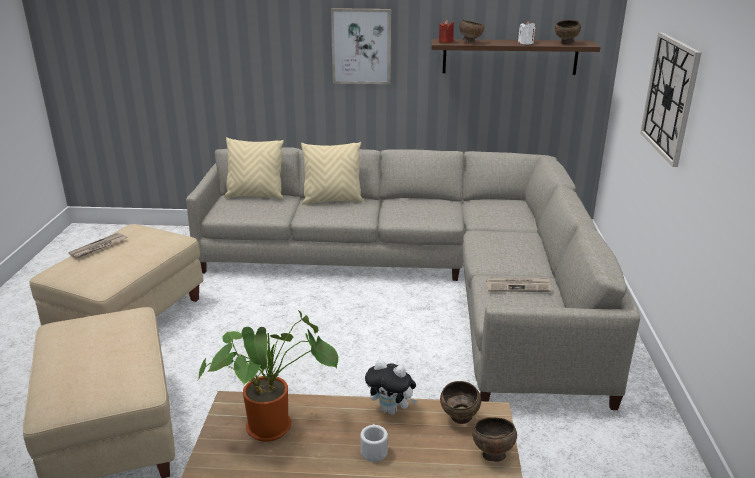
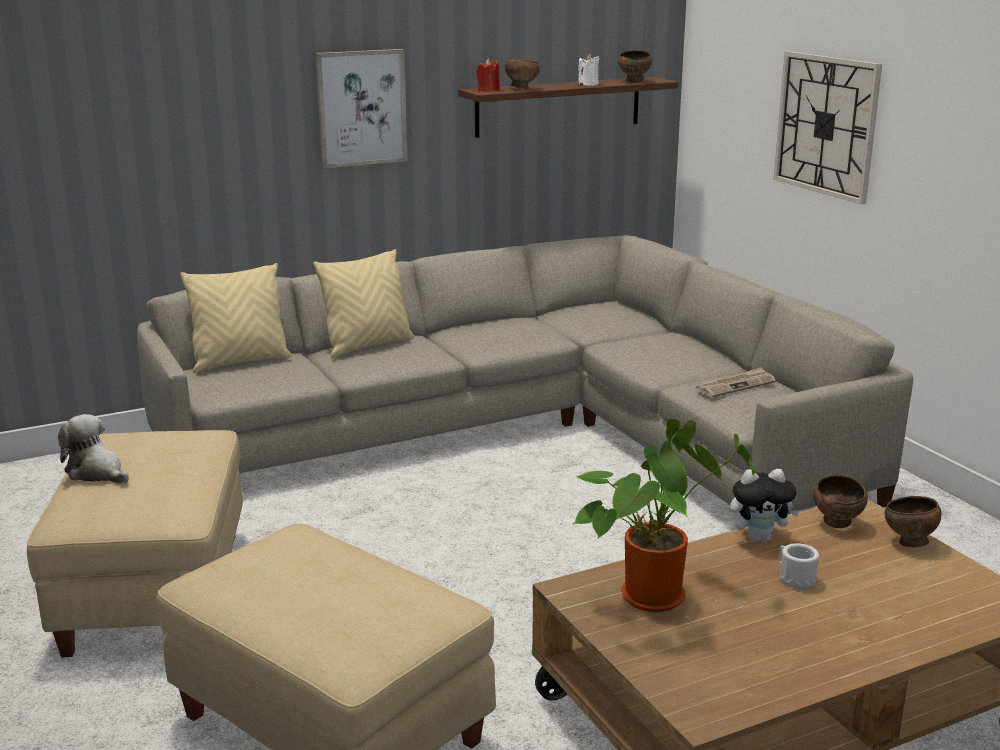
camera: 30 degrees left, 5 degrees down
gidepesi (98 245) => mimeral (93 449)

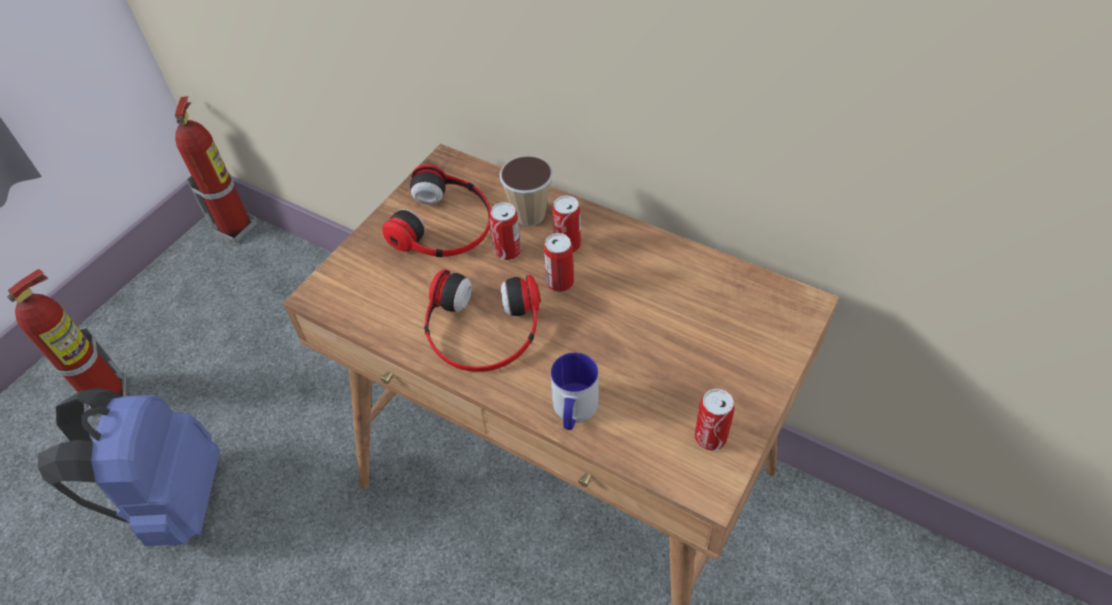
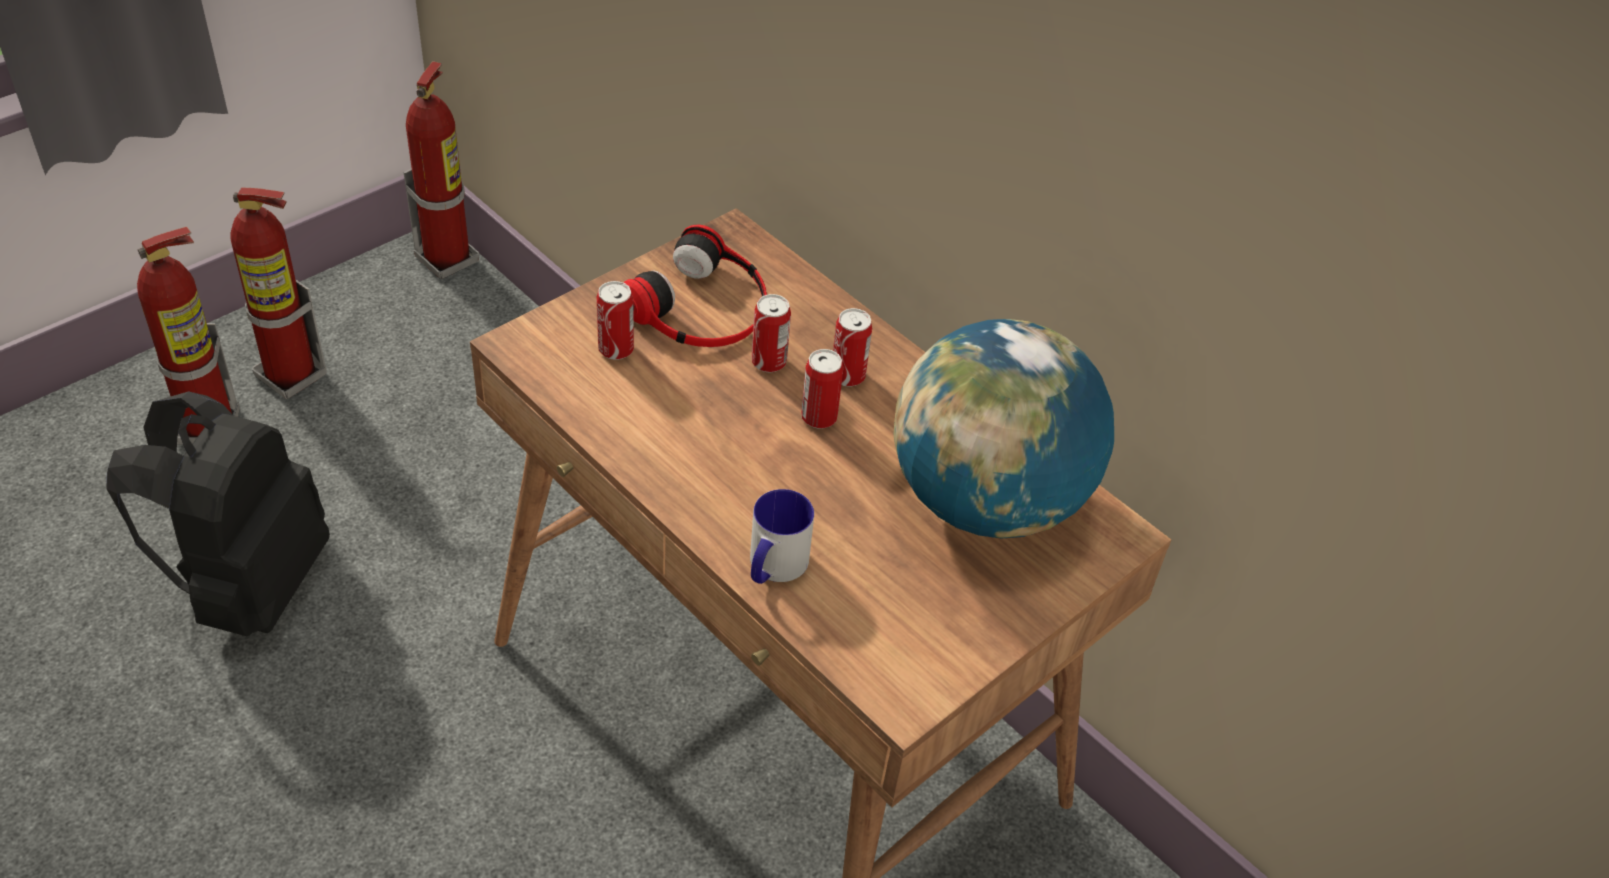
camera: 10 degrees right, 5 degrees down
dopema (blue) (129 467) => dopema (black) (218 513)
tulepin (482 320) => nothing
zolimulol (526 191) => nothing
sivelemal (714 420) => sivelemal (615 320), relocated
nothing => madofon (279 293)
nothing => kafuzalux (1003 428)

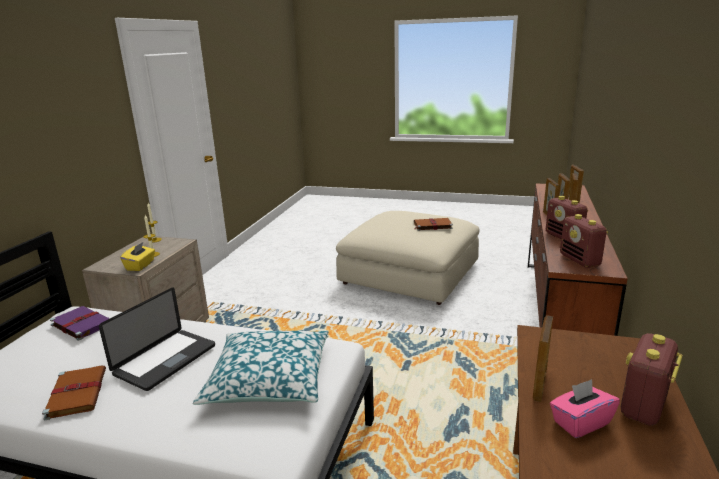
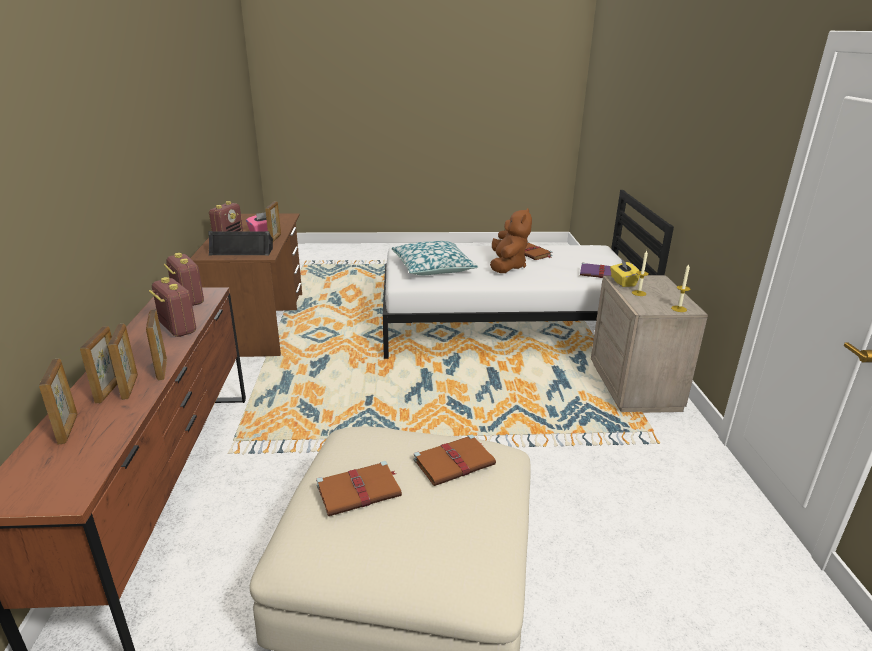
camera: 160 degrees right, 5 degrees up
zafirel (157 339) => mimeral (brown) (511 240)
nothing => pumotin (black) (240 243)
nothing => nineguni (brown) (455 460)

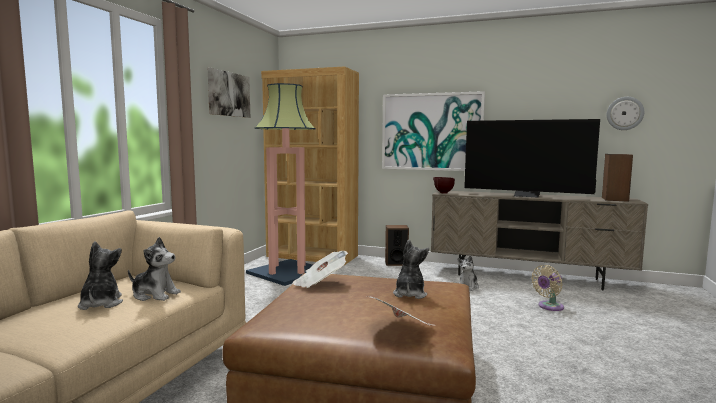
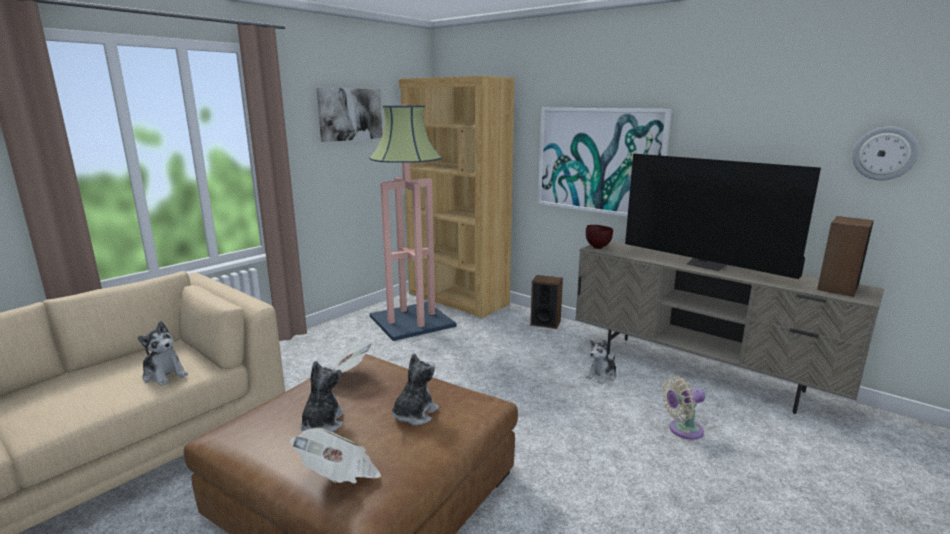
camera: 20 degrees right, 10 degrees up
mimeral (100 275) => mimeral (322 396), relocated

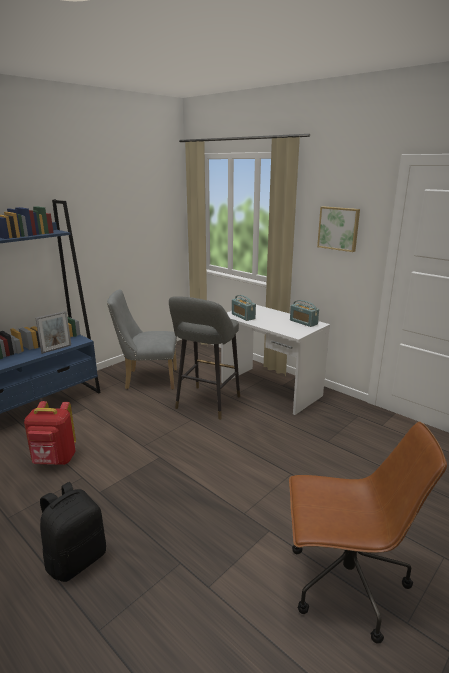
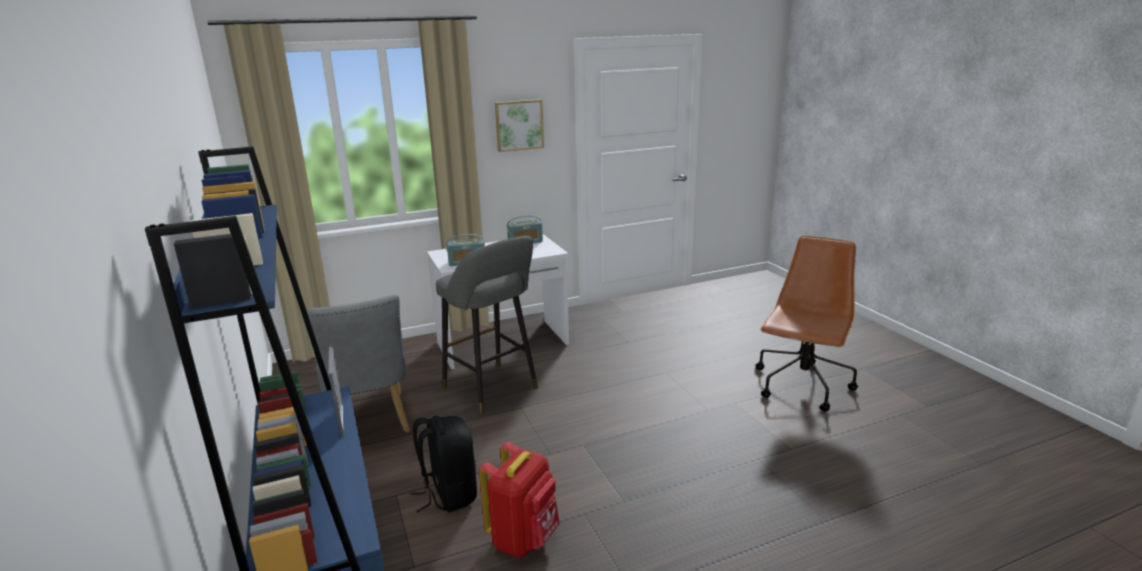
camera: 65 degrees left, 0 degrees up
dopema (black) (73 532) => dopema (black) (443 464), relocated
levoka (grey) (142 339) => levoka (grey) (358 363), 45 degrees counterclockwise

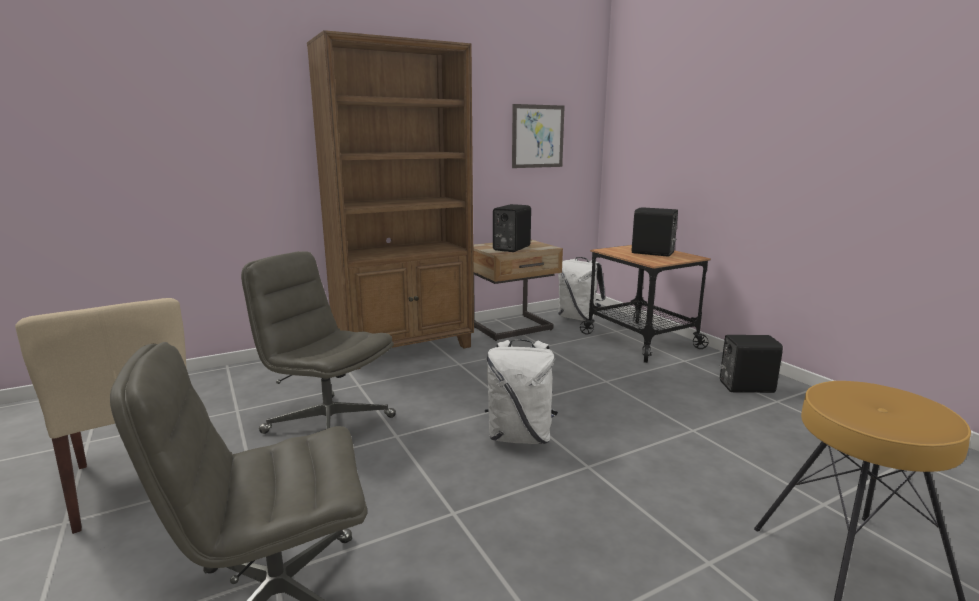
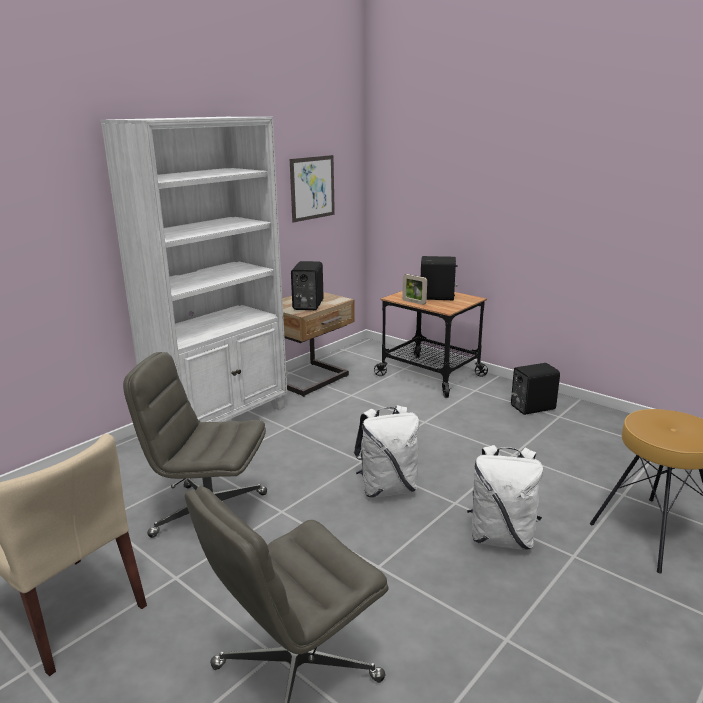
camera: 20 degrees left, 5 degrees up
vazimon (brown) (390 200) => vazimon (white) (193 269)
dopema (white) (582 289) => dopema (white) (505 497), relocated
nothing => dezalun (414 289)

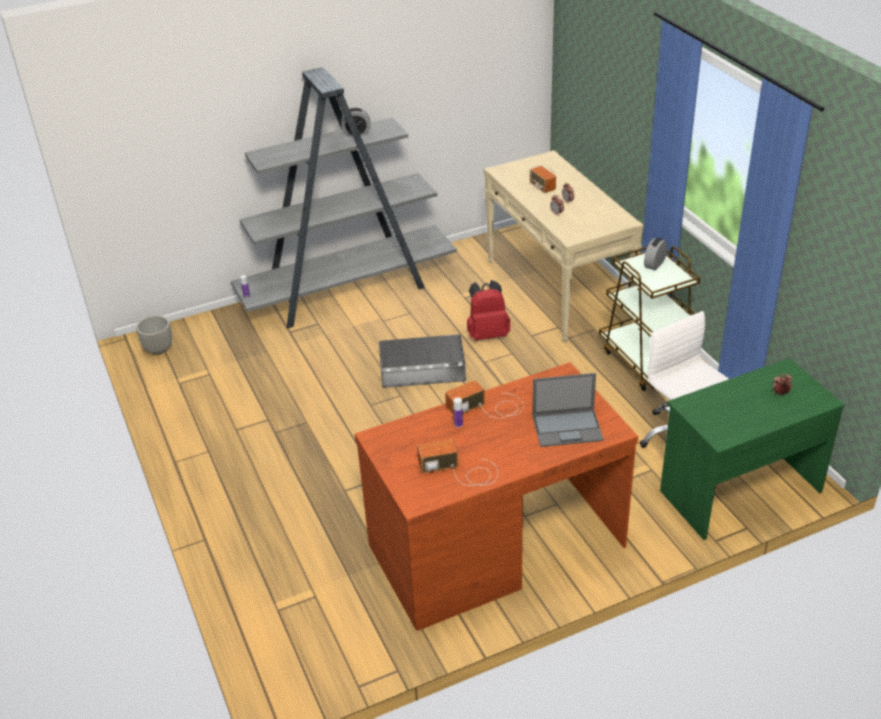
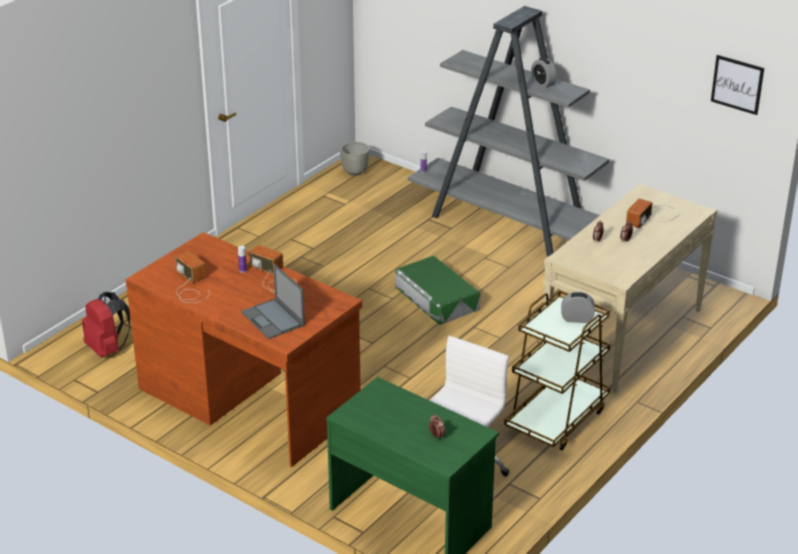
camera: 60 degrees right, 5 degrees down
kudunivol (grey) (422 361) => kudunivol (green) (438 290)
dopema (red) (488 310) => dopema (red) (106 325), relocated
nothing => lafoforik (737 85)

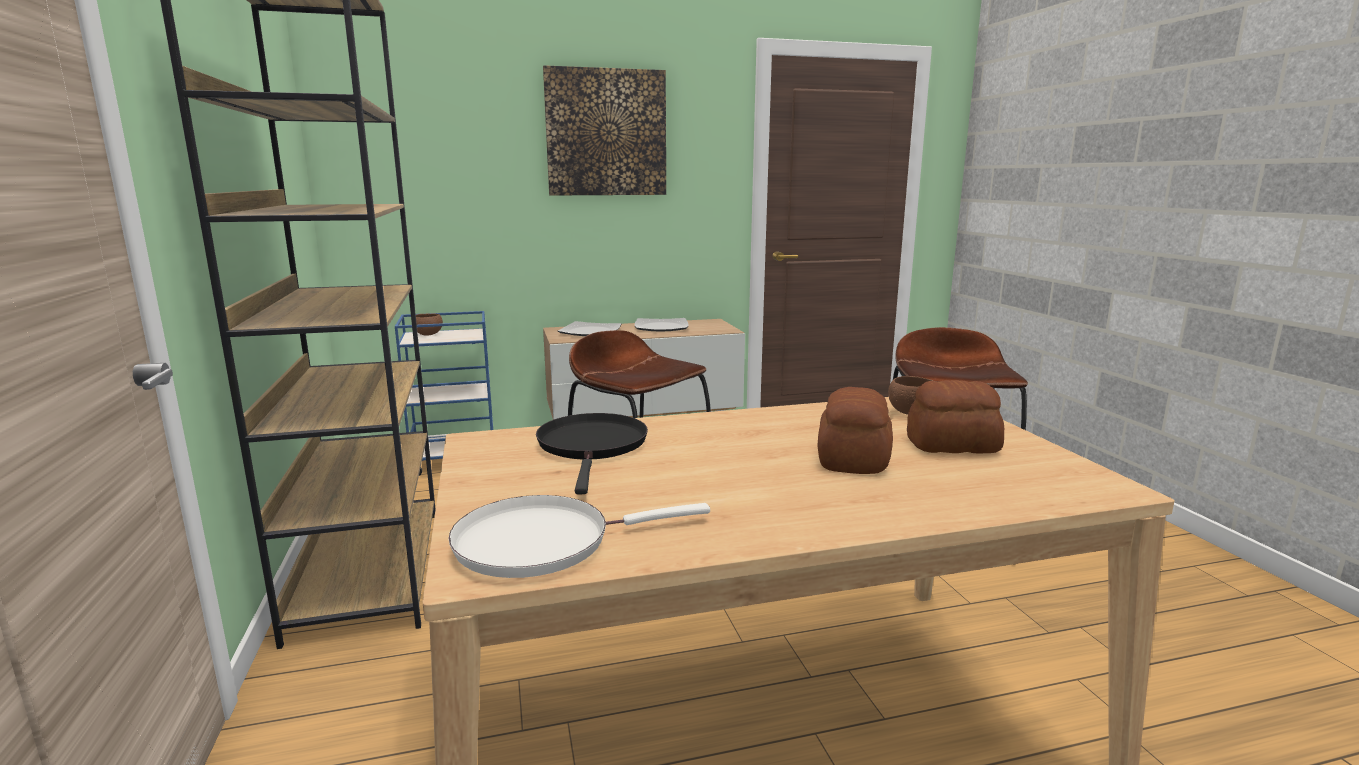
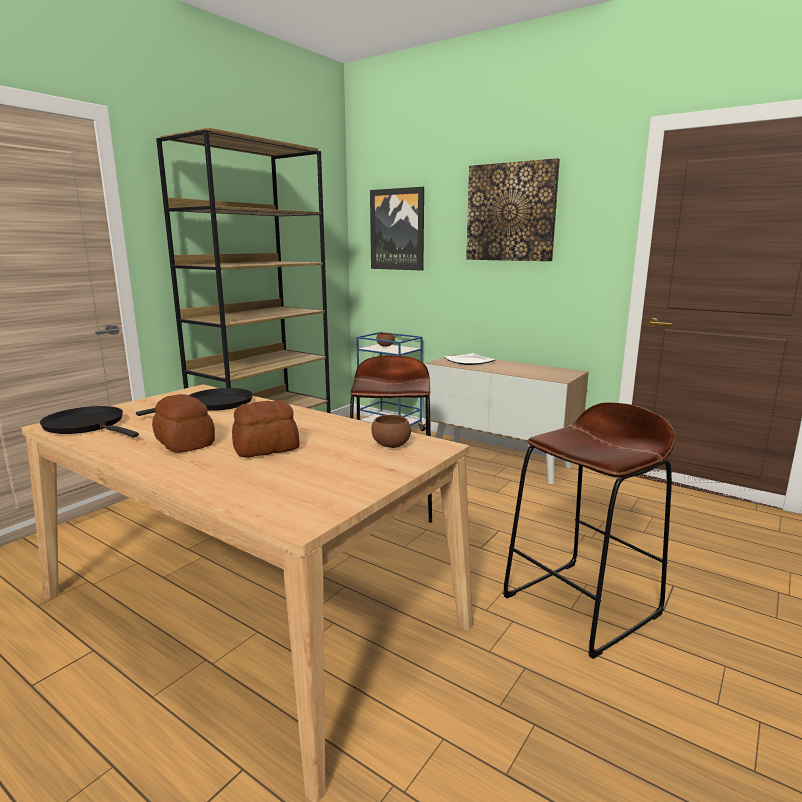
camera: 50 degrees right, 0 degrees up
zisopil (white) (579 536) => zisopil (black) (89 421)
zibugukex (662 325) => nothing
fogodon (955 417) => fogodon (183 423), relocated
nothing => lafoforik (397 229)

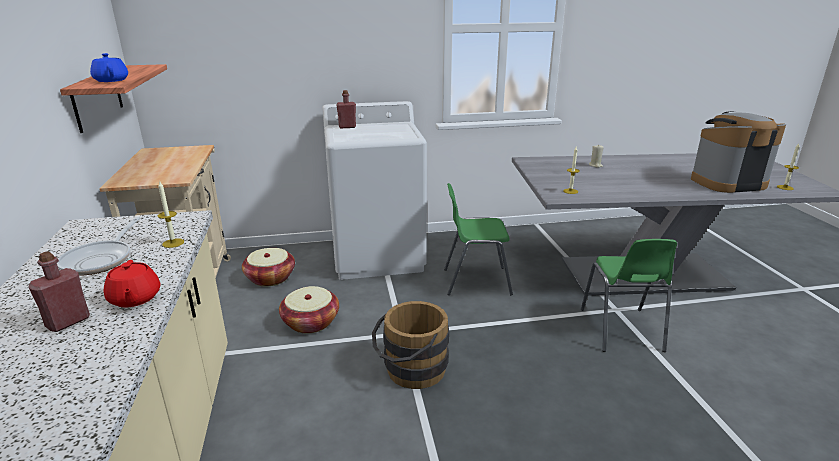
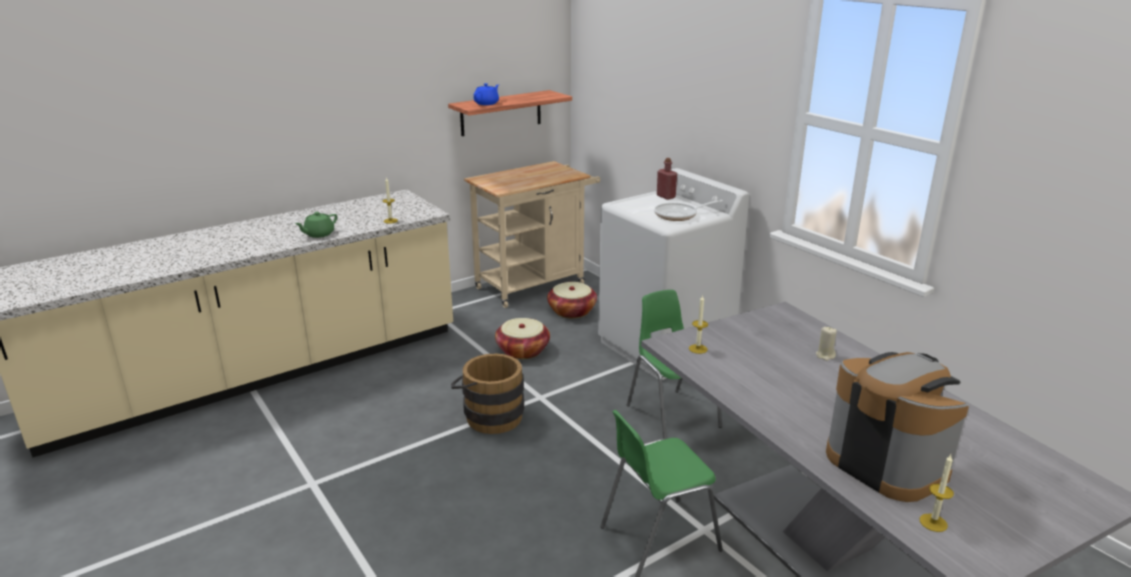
camera: 65 degrees right, 0 degrees up
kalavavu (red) (59 291) => nothing
zisopil (98 246) => zisopil (688 210), relocated
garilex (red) (132 283) => garilex (green) (316 225)

